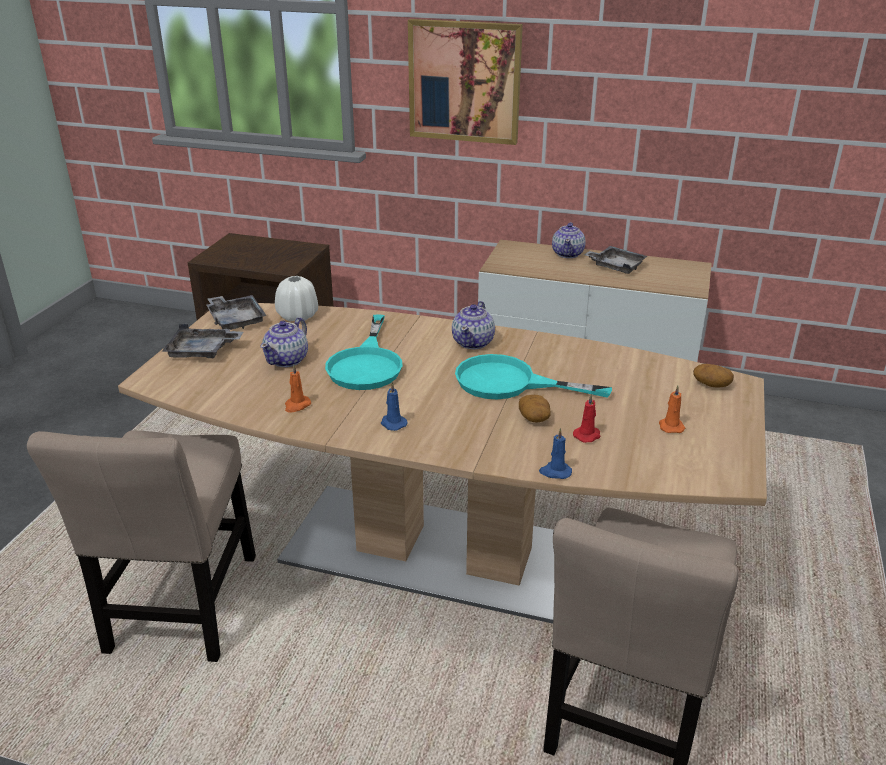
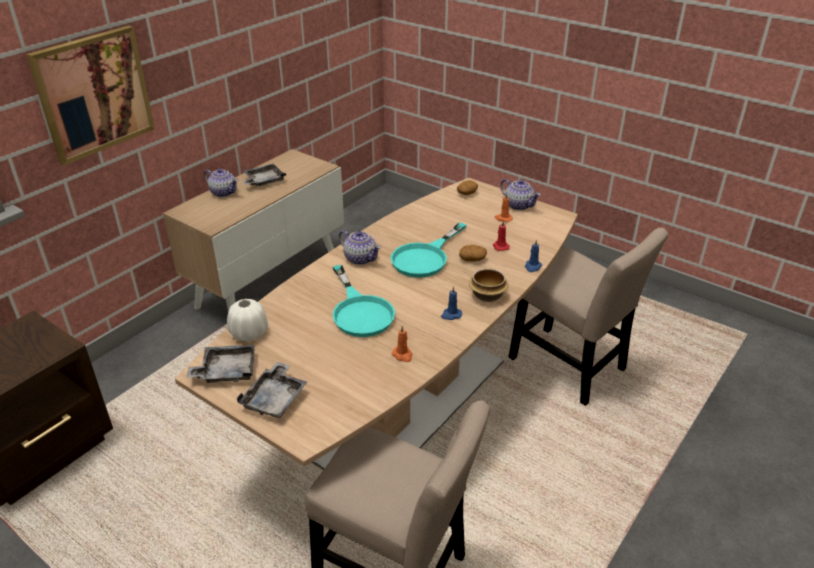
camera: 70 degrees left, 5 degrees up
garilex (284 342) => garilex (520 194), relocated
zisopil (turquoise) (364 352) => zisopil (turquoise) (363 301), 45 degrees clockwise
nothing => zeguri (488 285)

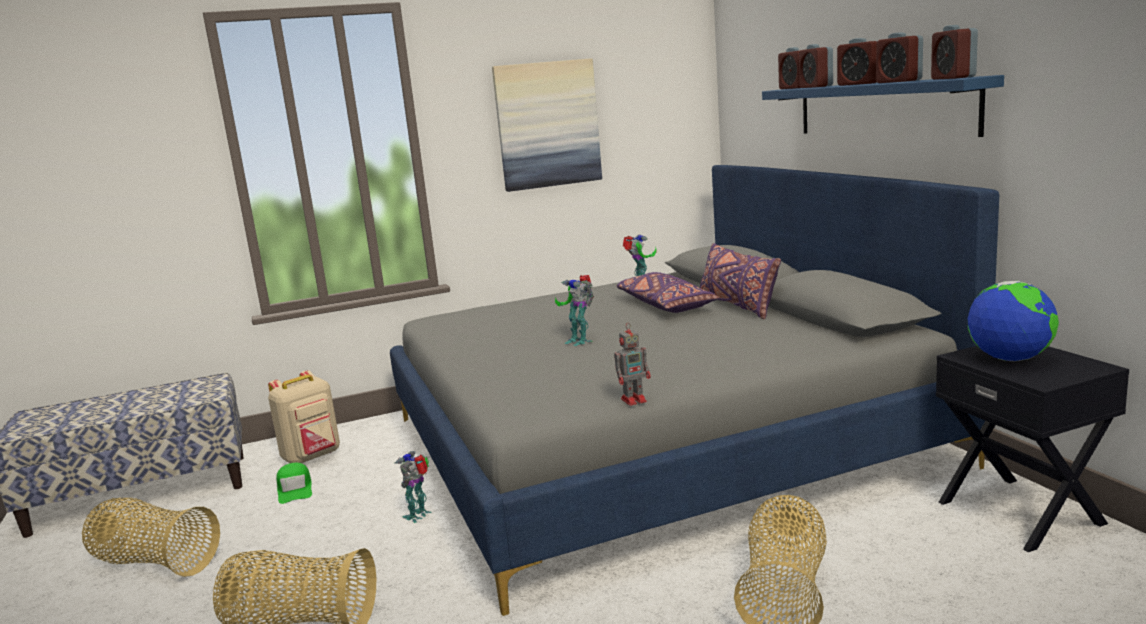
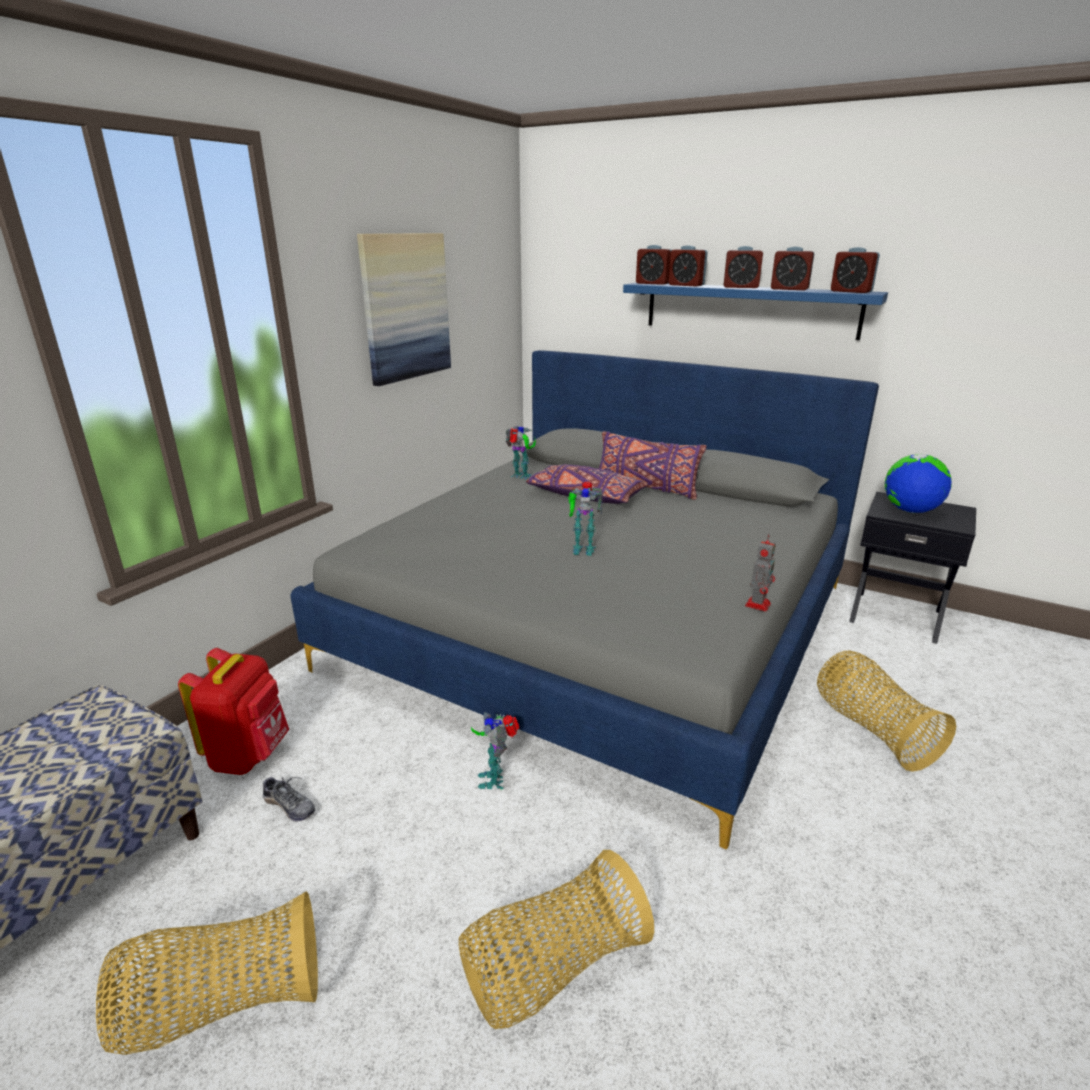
camera: 40 degrees left, 10 degrees up
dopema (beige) (304 417) => dopema (red) (233 711)
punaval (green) (294 483) => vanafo (289 799)

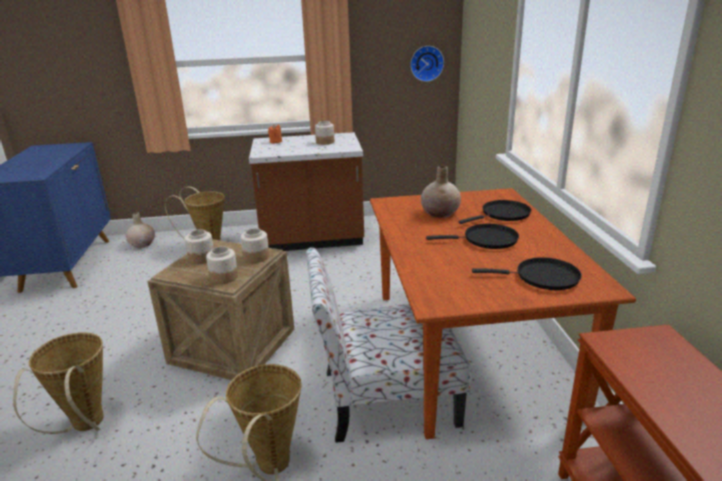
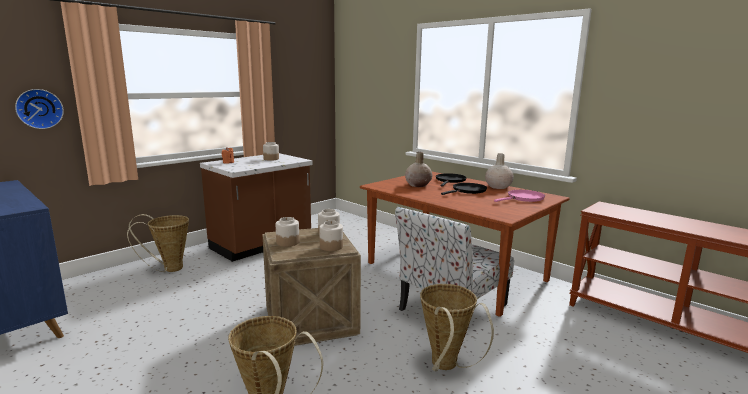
camera: 40 degrees left, 10 degrees down
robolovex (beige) (140 230) => robolovex (beige) (499 171), relocated
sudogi (427 64) => sudogi (39 109), relocated
zisopil (black) (527 273) => zisopil (pink) (519 196)

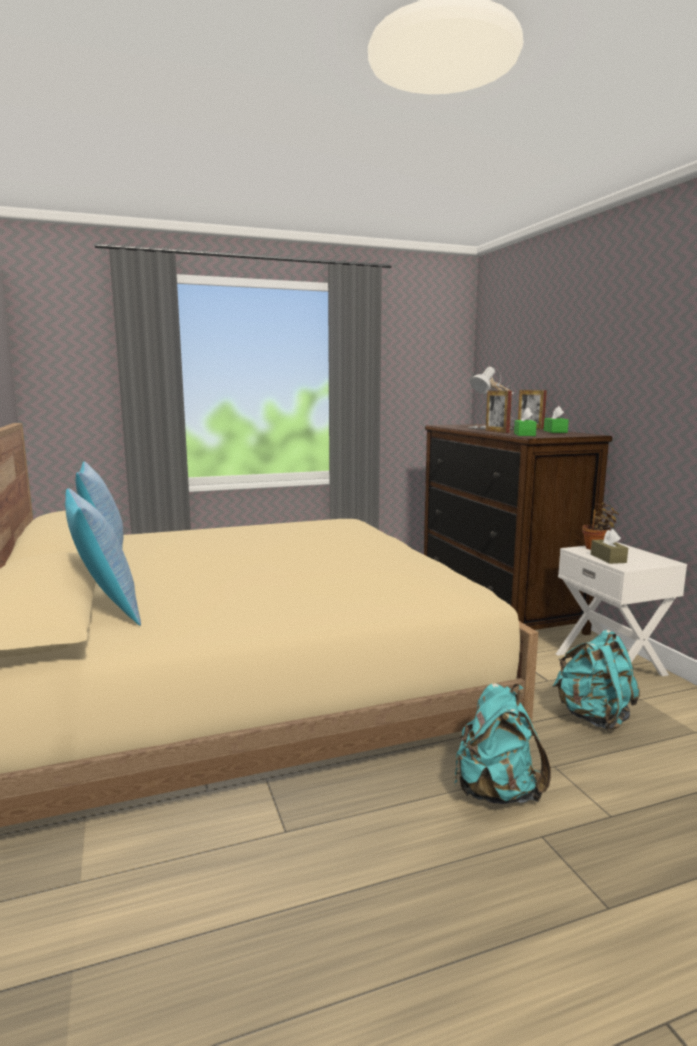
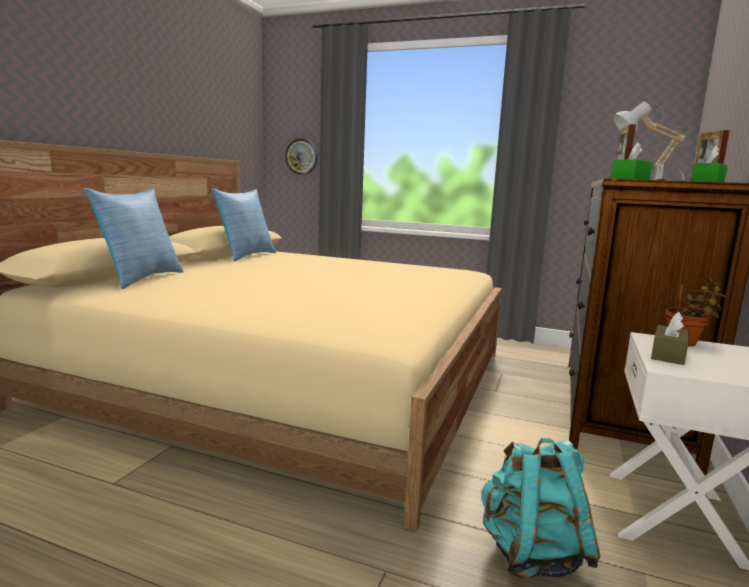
camera: 40 degrees right, 0 degrees up
dopema (turquoise) (503 743) => nothing
nothing => sudogi (301 156)

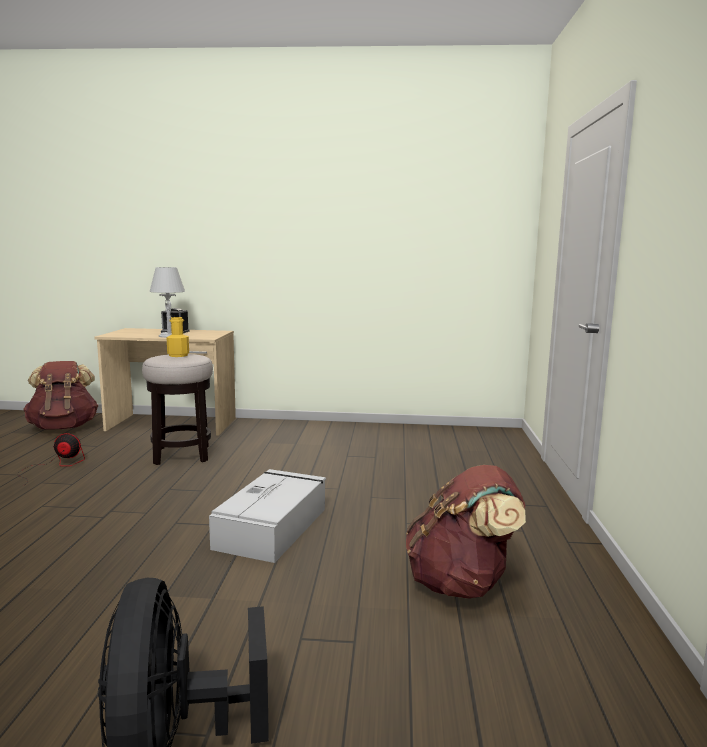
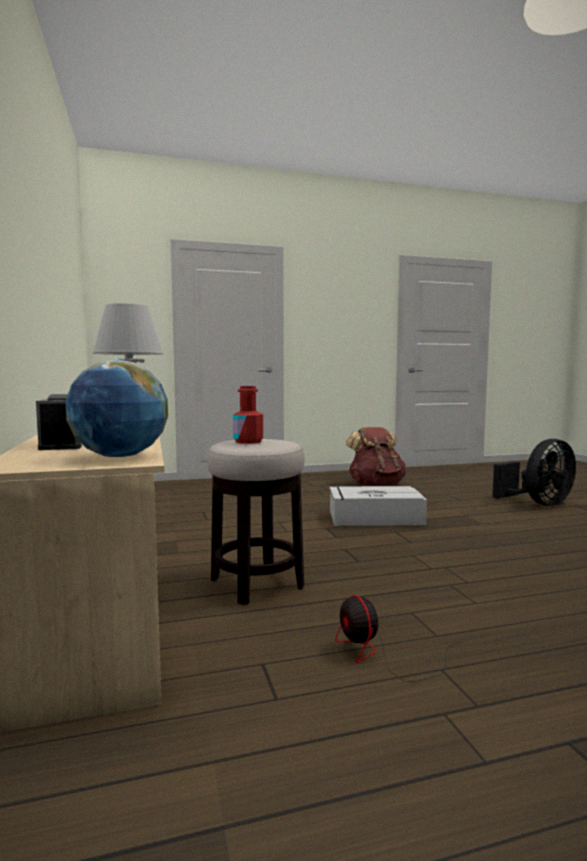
camera: 110 degrees left, 5 degrees down
dopema (brown) (60 395) => nothing
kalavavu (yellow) (177 337) => kalavavu (red) (248 415)
nothing => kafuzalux (116 408)

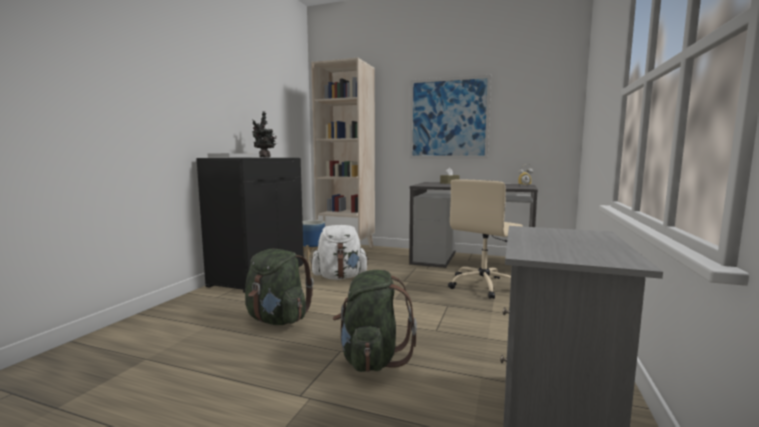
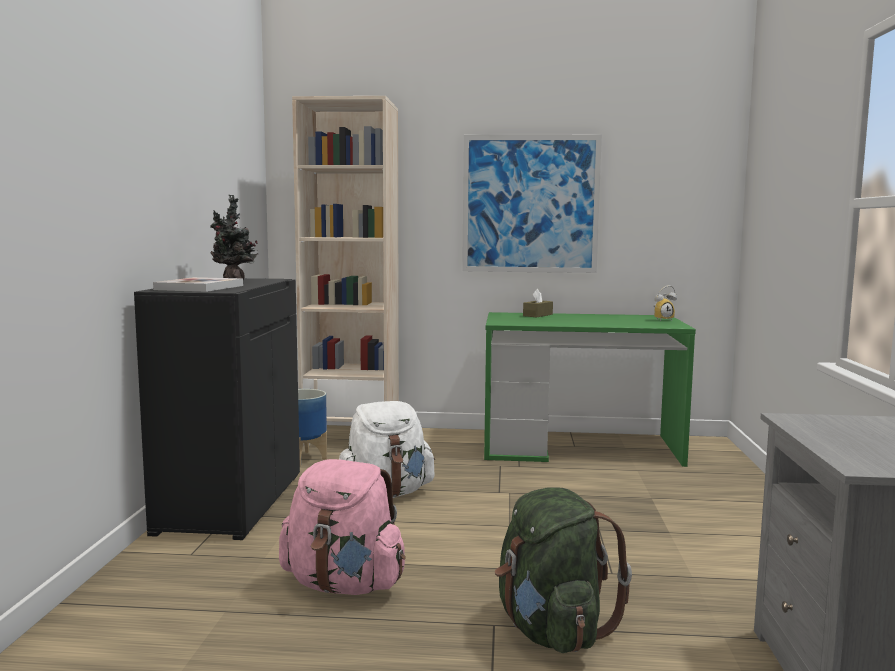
camera: 15 degrees left, 0 degrees up
dopema (green) (279 286) => dopema (pink) (342 527)
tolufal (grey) (473 225) => tolufal (green) (590 389)
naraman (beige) (485 239) => nothing

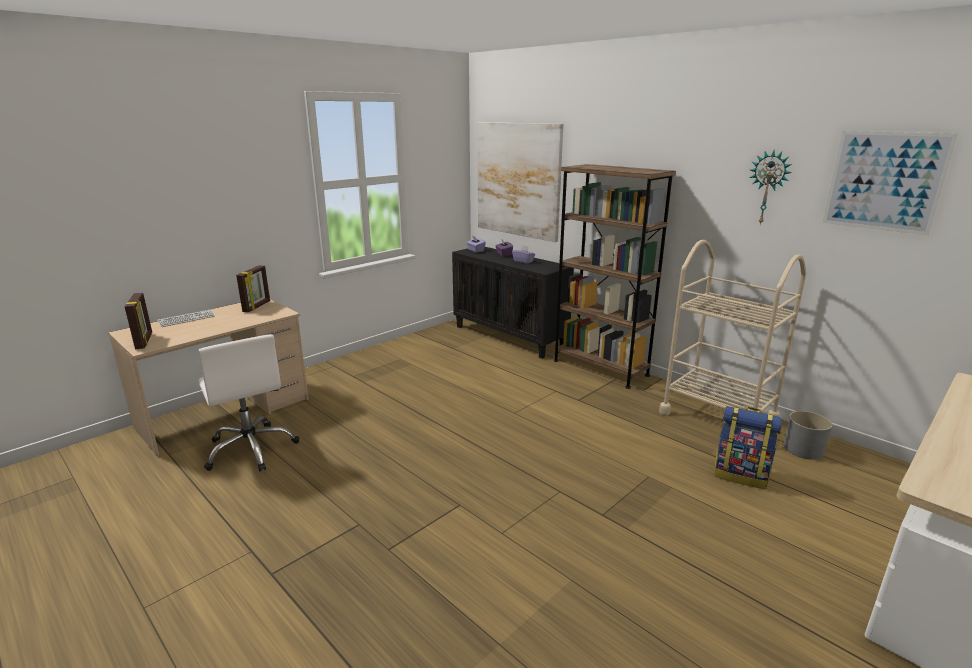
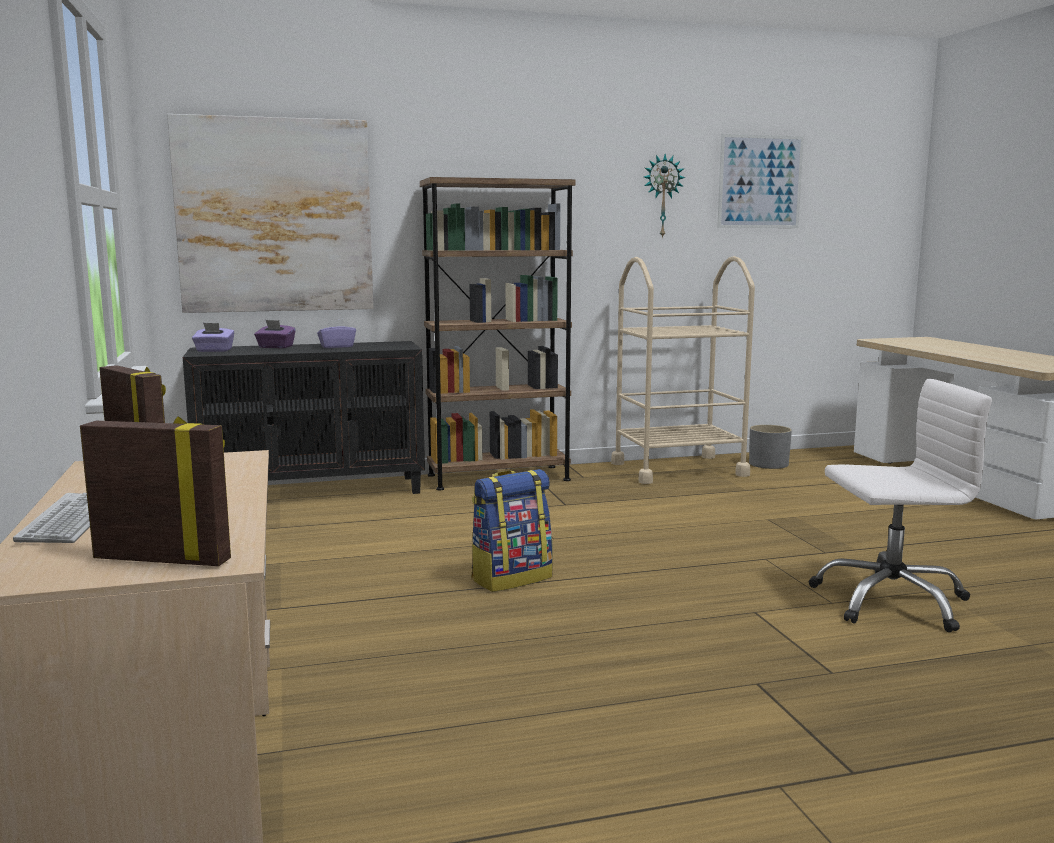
camera: 60 degrees left, 10 degrees down
naraman (white) (248 402) => naraman (white) (900 505), relocated
dopema (748 447) => dopema (512 530), relocated

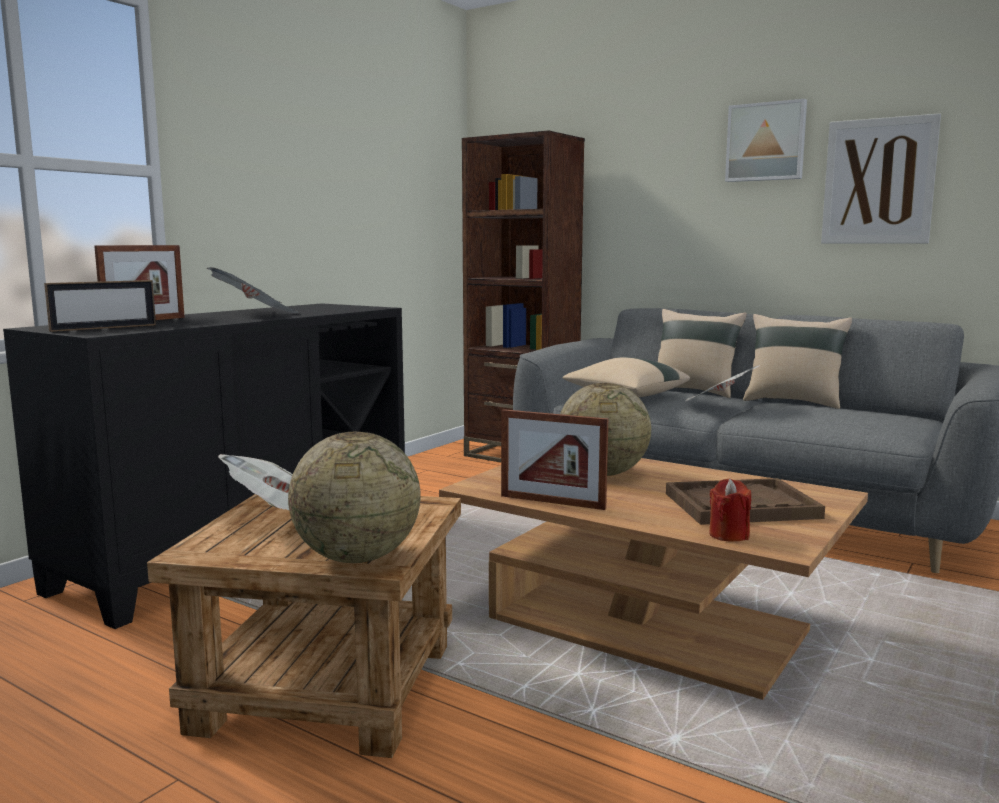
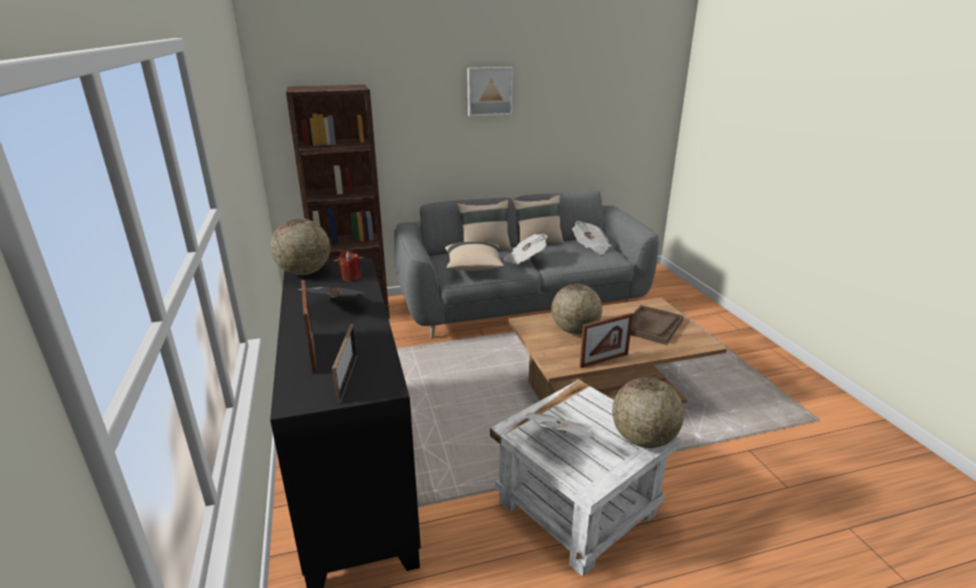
camera: 50 degrees left, 15 degrees up
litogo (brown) (304 626) => litogo (white) (585 478)
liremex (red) (730 510) => liremex (red) (349 266), relocated
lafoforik (881 178) => nothing
nothing => kafuzalux (300 246)
nothing => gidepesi (591 238)

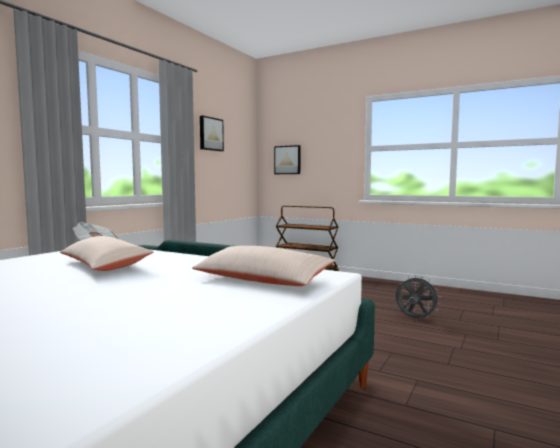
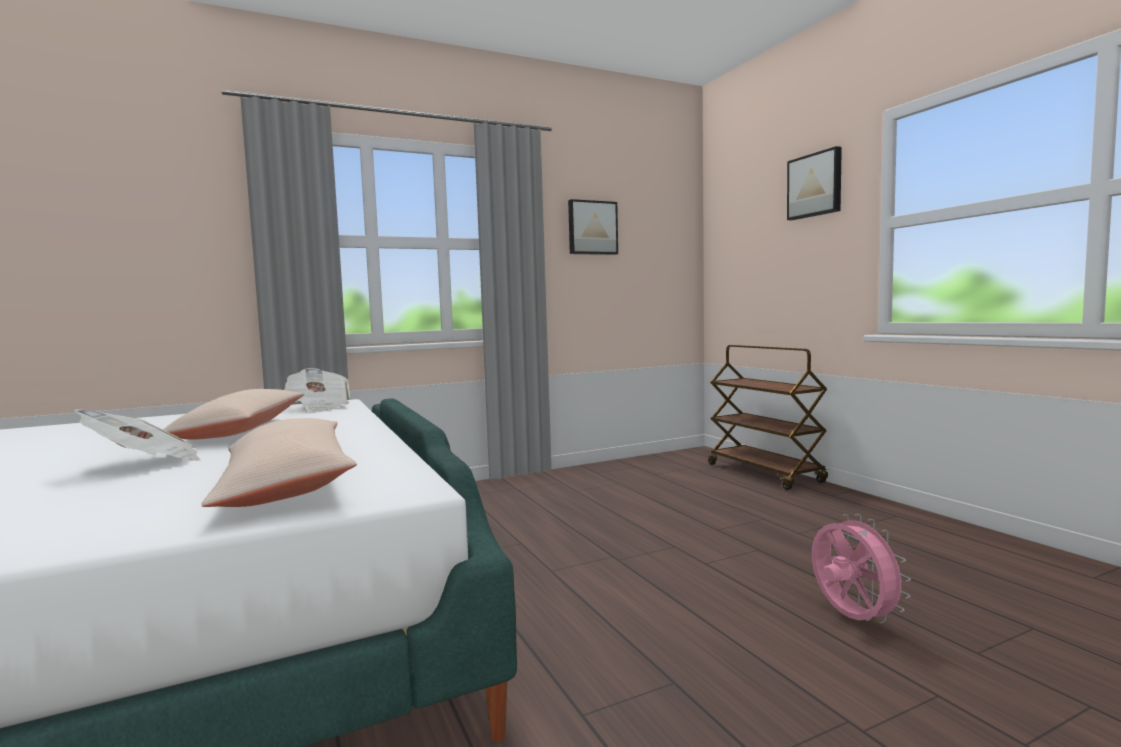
camera: 35 degrees right, 0 degrees up
lafoforik (287 159) => lafoforik (814 183), relocated
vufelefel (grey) (418 297) => vufelefel (pink) (861 569)
nothing => gidepesi (137 435)

